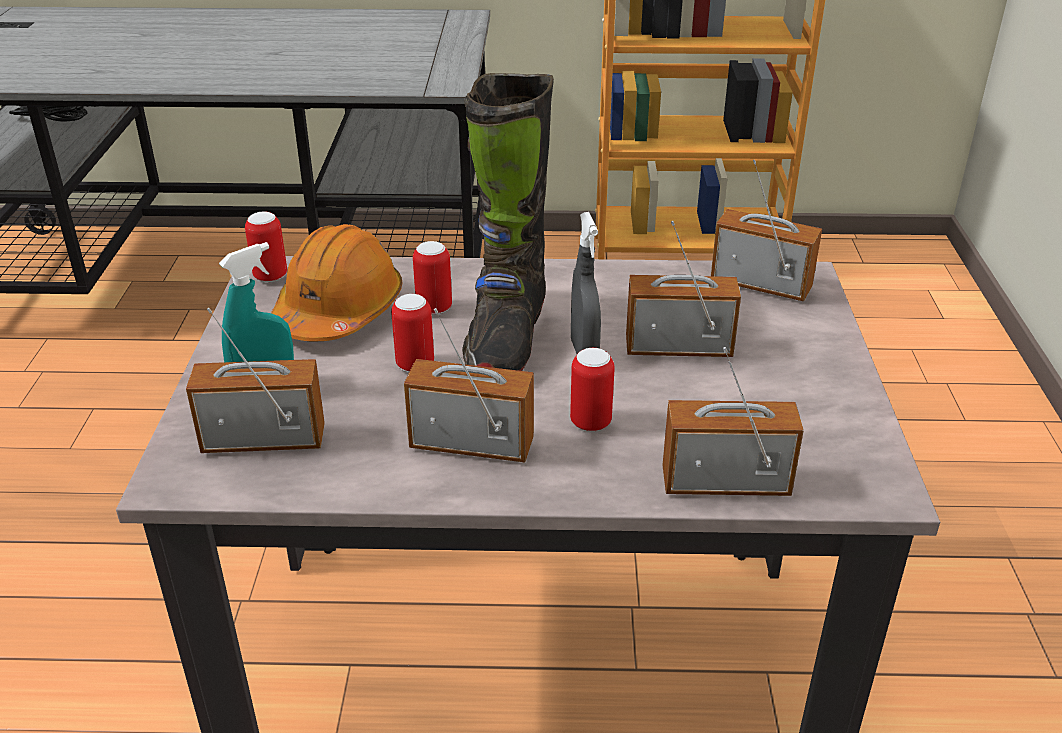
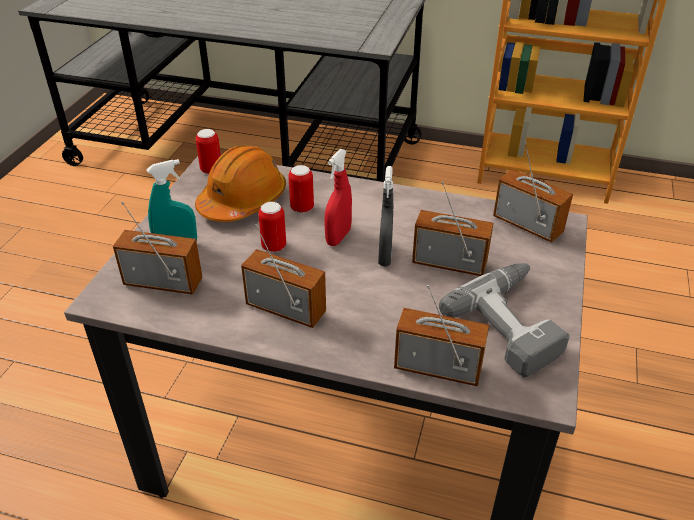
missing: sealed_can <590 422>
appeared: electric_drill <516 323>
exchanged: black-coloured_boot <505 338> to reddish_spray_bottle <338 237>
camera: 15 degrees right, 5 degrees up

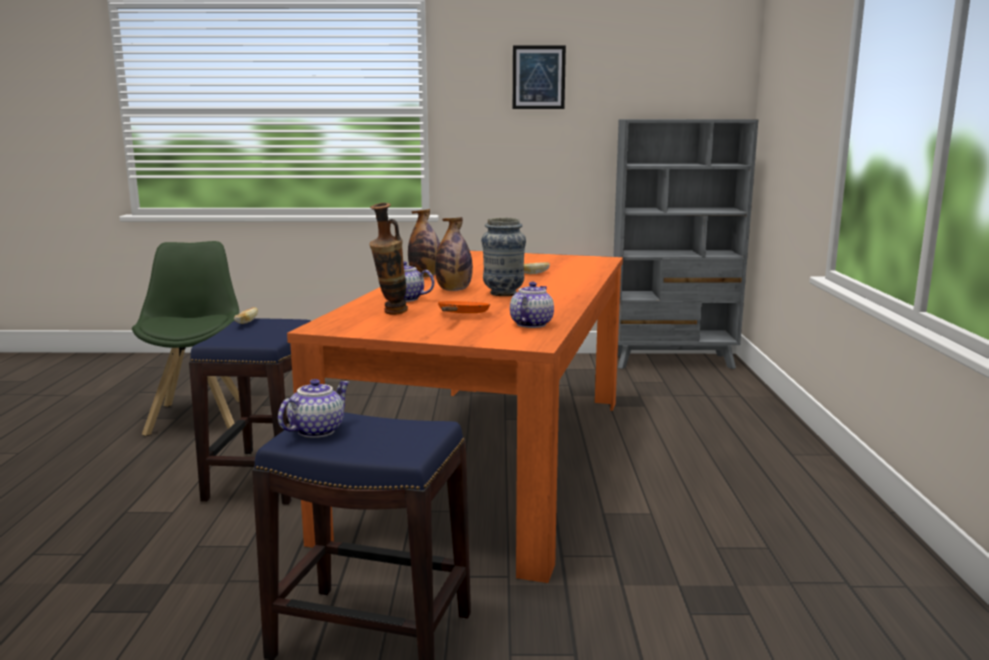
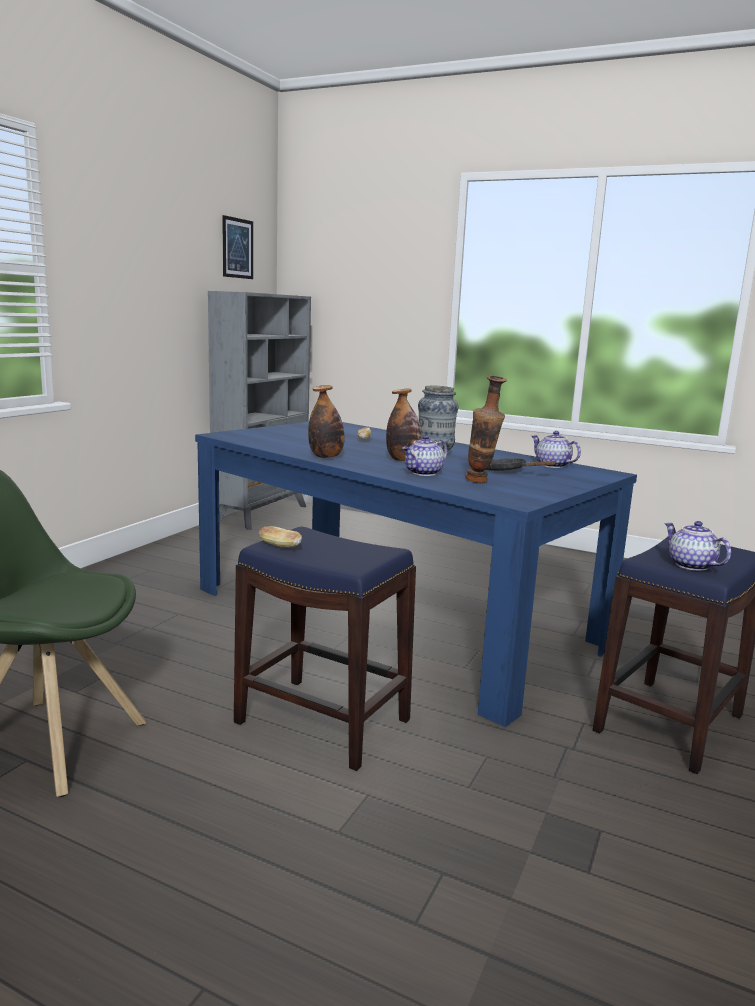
relocated: wall_art <538 77> to <237 248>
colour: orange_dining_table <491 460> to bluish_dining_table <392 617>; orange_pan <462 315> to black-coloured_pan <507 471>
camera: 65 degrees left, 0 degrees up

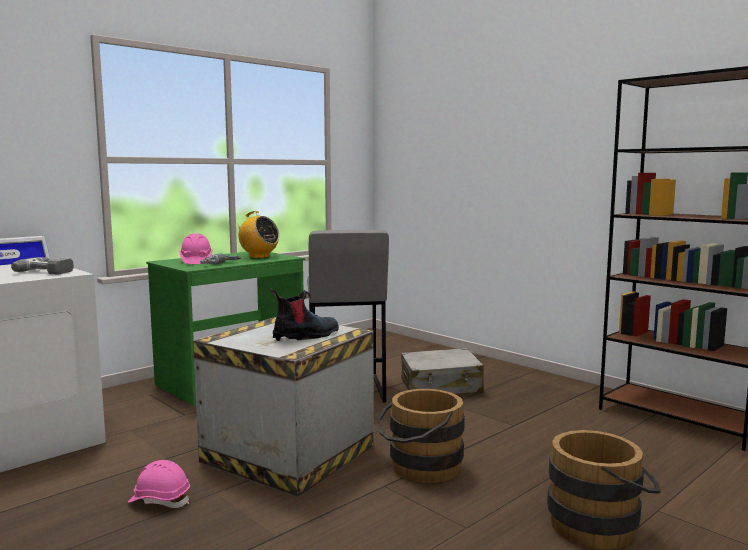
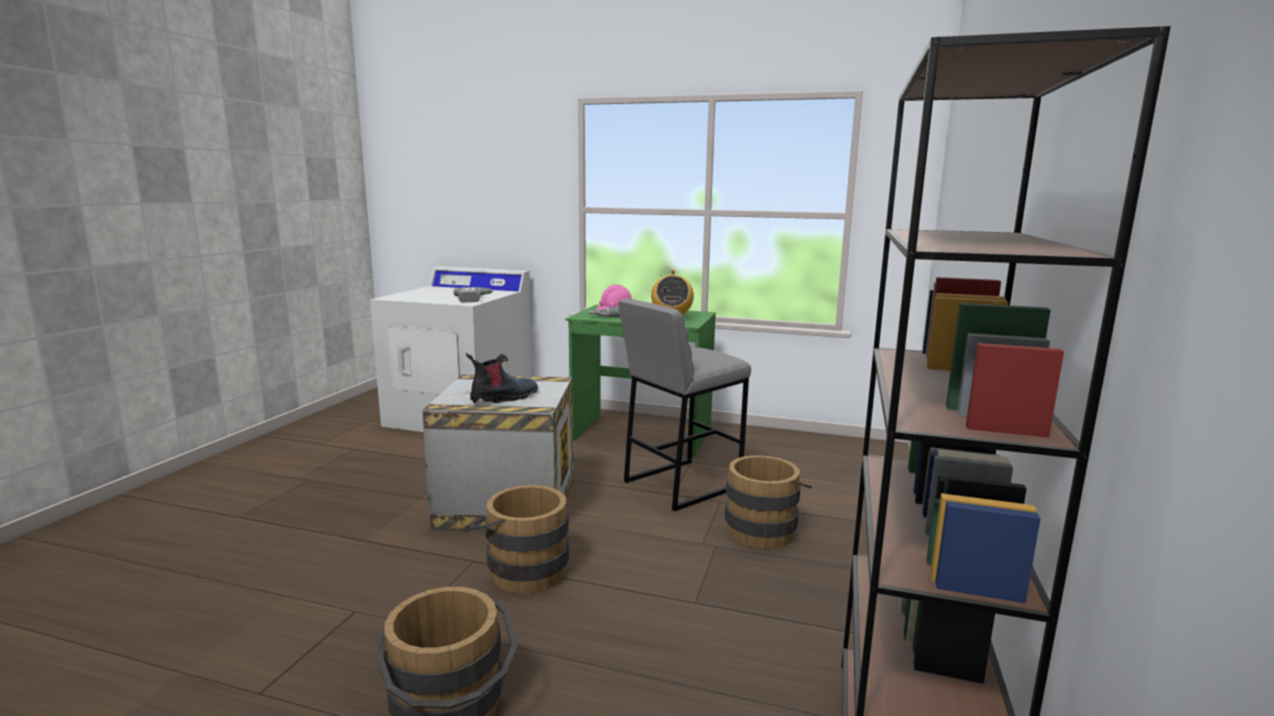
missing: pink-coloured_work_helmet <160 500>
exchanged: grey_suitcase <441 387> to brown-coloured_bucket <763 529>
spun: boot <306 336> = <504 398> 60 degrees counterclockwise
camera: 60 degrees right, 5 degrees up

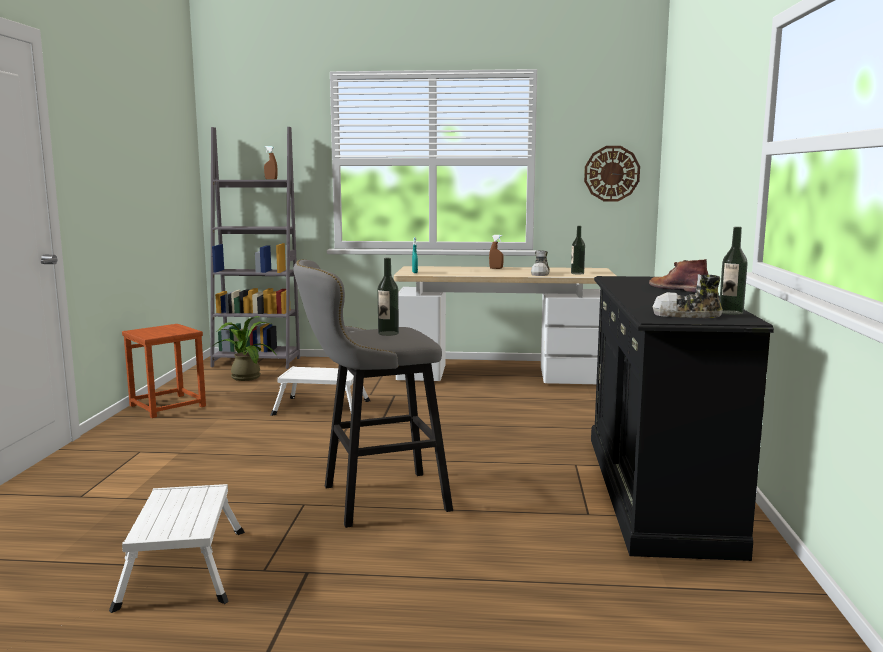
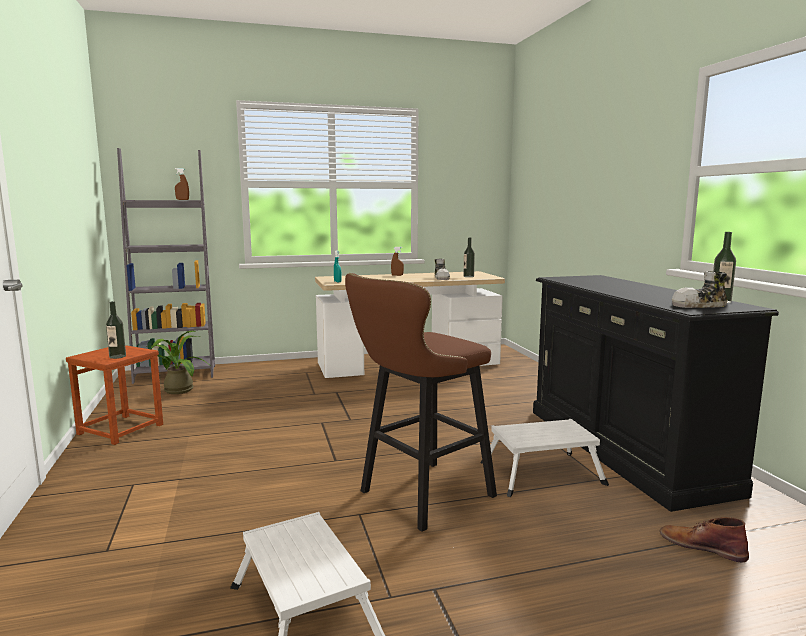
missing: hanging_clock <611 173>
relocated: white_stepladder <322 408> to <542 473>; bottle <388 333> to <117 356>; brown-coloured_boot <678 289> to <701 546>
colour: grey_stool <370 500> to brown-coloured_stool <415 498>
camera: 20 degrees left, 0 degrees up

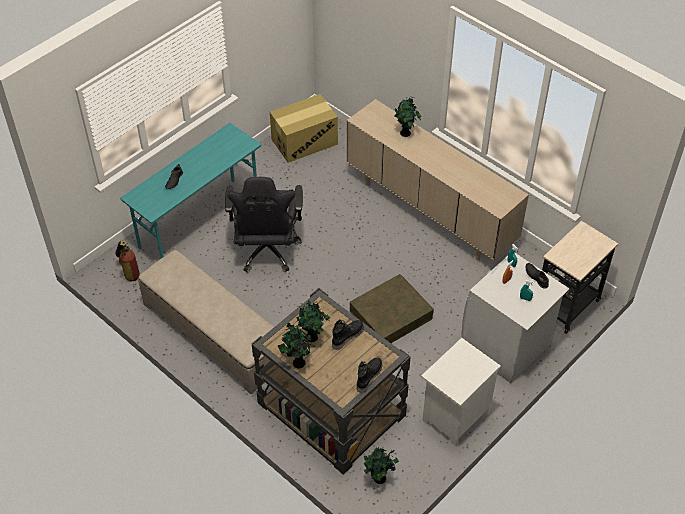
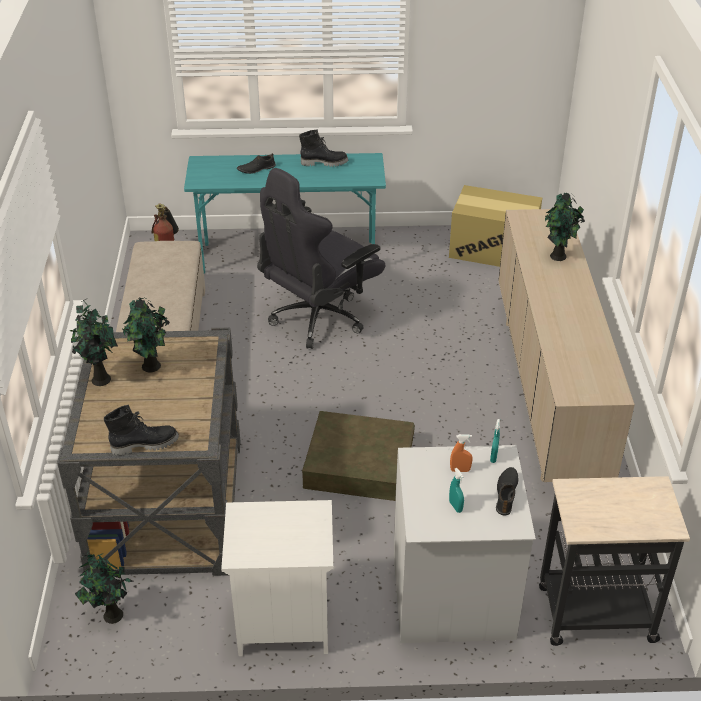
relocated: black-coloured_boot <347 336> to <324 162>
camera: 45 degrees right, 10 degrees down

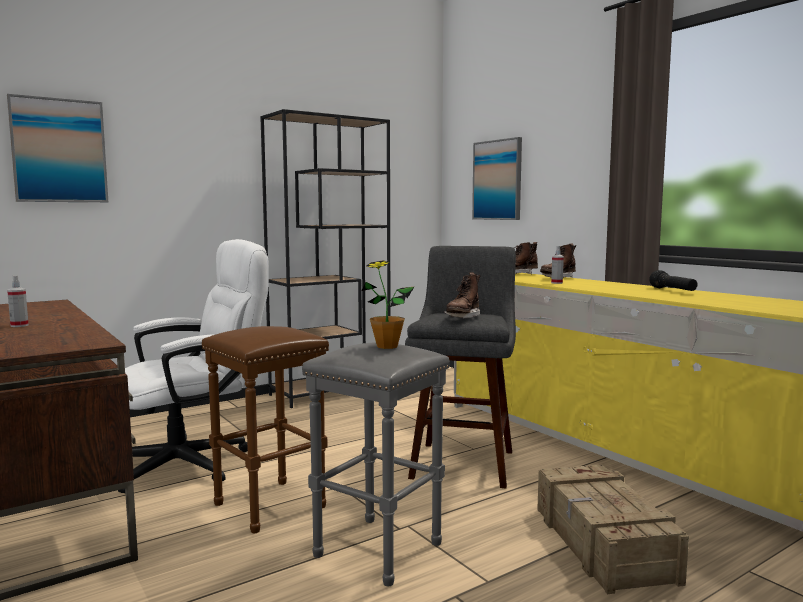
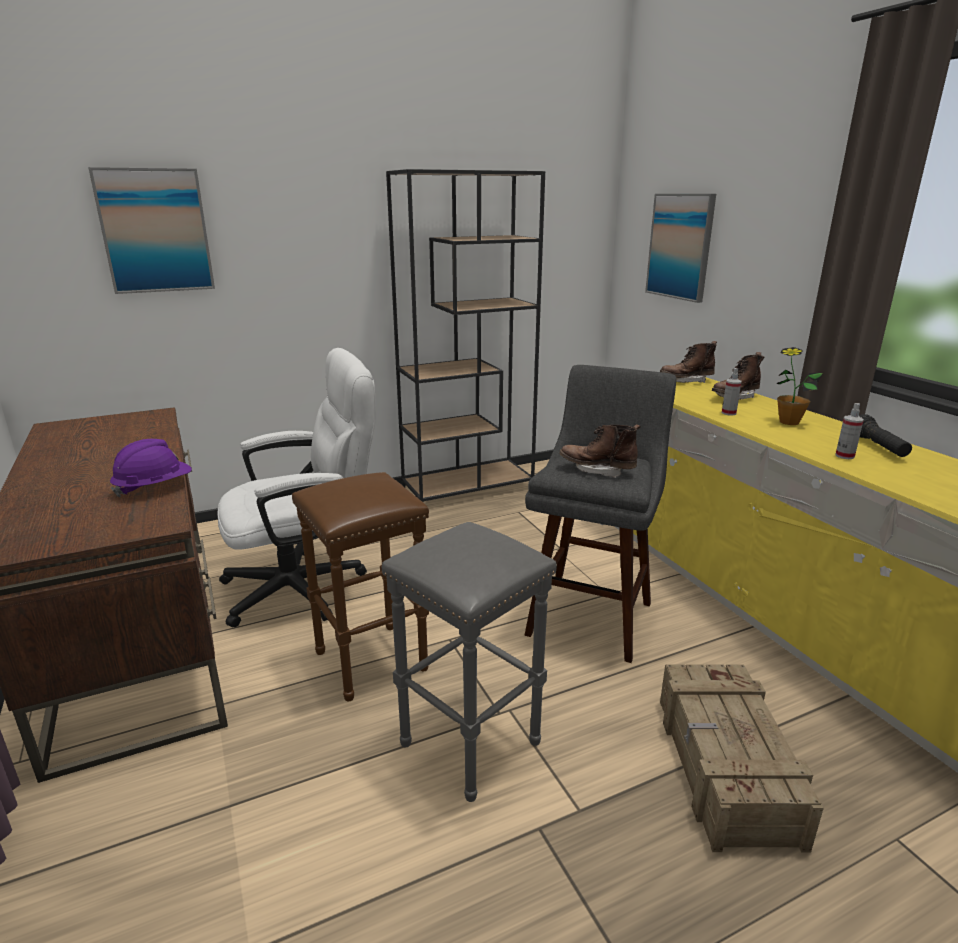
appeared: purple-coloured_work_helmet <154 487>
relocated: spray_bottle <19 325> to <844 456>; potted_plant <387 346> to <789 422>
spun: brown-coloured_boot <463 317> = <597 470> 75 degrees clockwise
camera: 10 degrees right, 15 degrees up

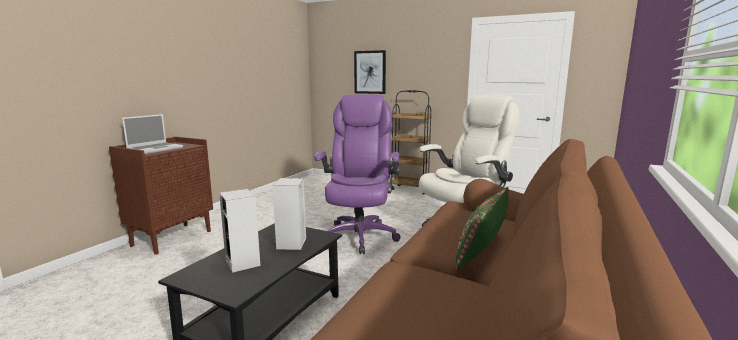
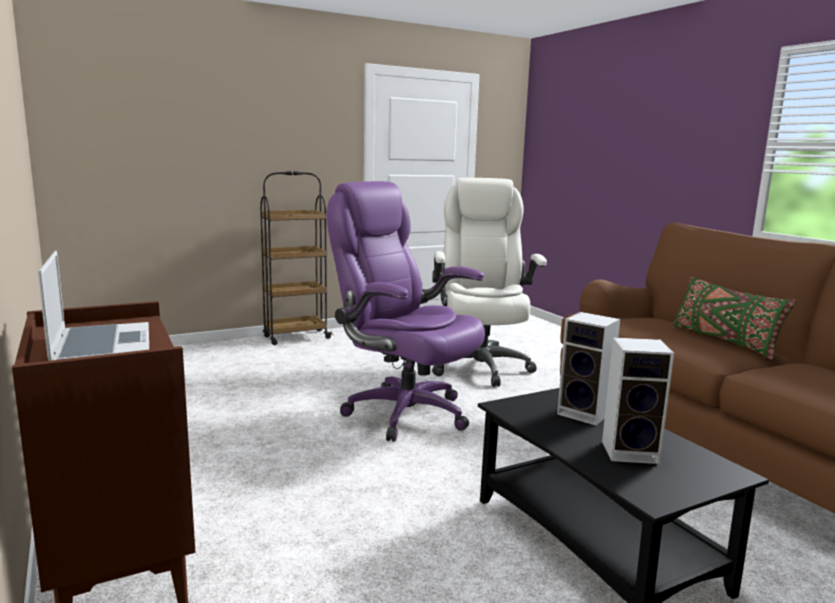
missing: wall_art <370 72>
camera: 55 degrees left, 0 degrees up

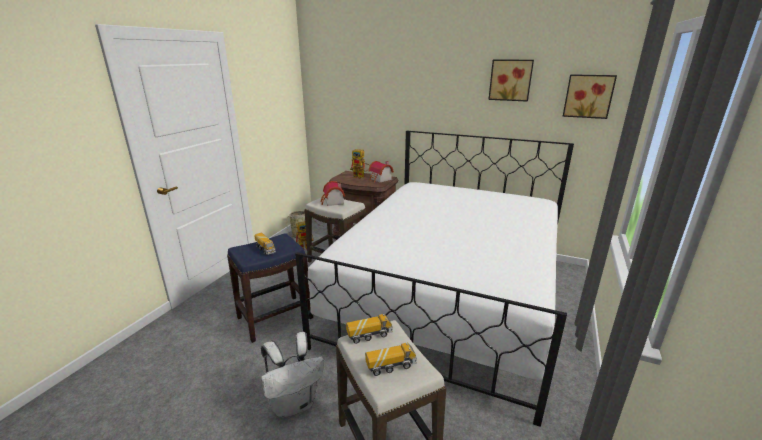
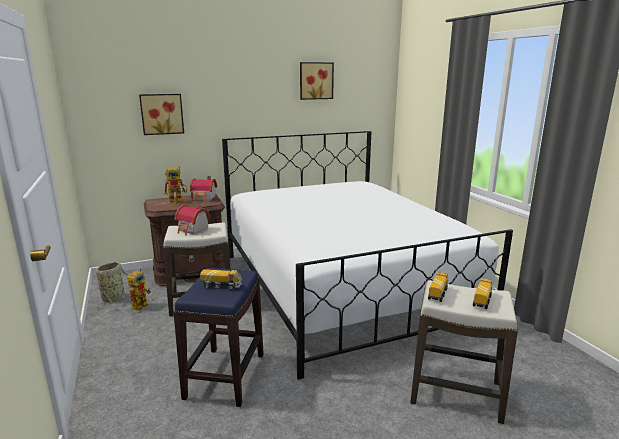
missing: white_backpack <294 403>
relocated: wall_art <588 96> to <162 114>
camera: 45 degrees left, 5 degrees down

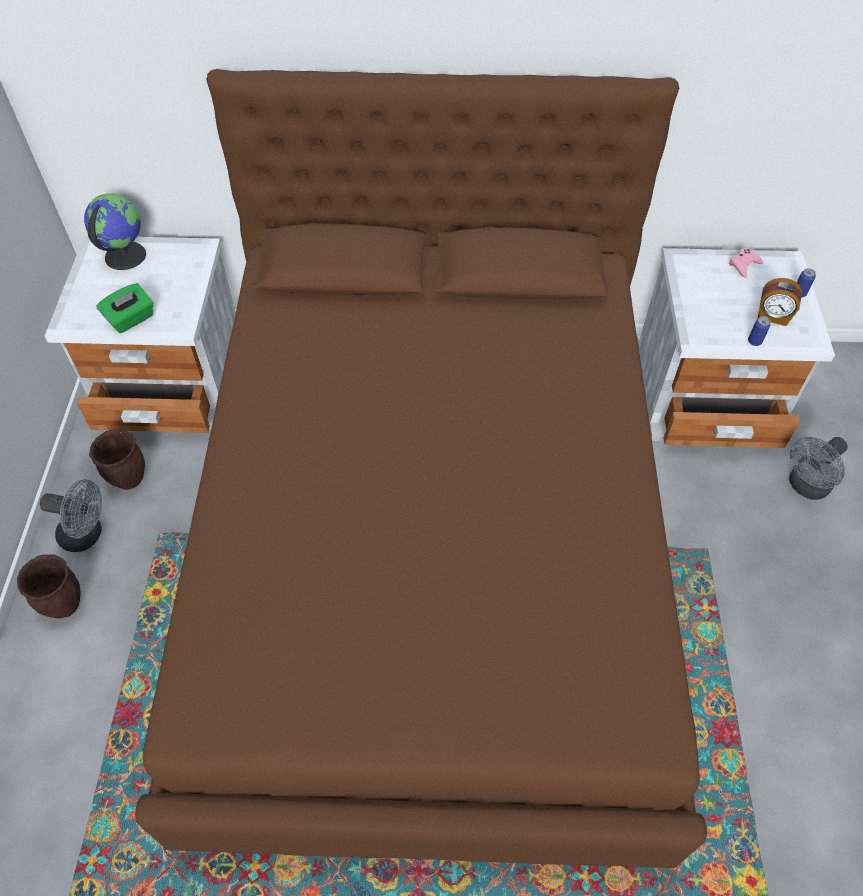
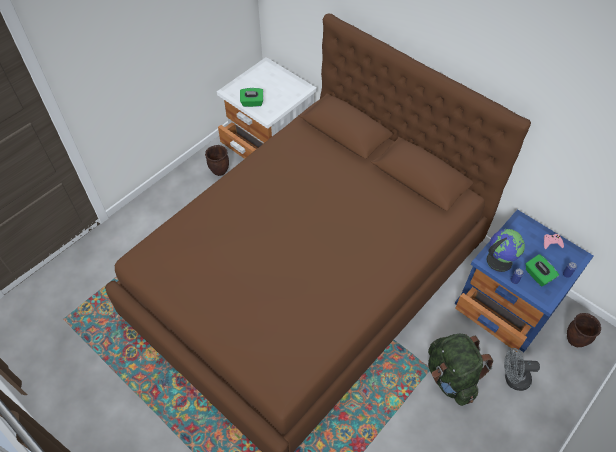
missing: grey_cooling_fan <87 535>
appeared: green-coloured_backpack <451 377>
relocated: brown-coloured_flower_pot <65 604> to <575 340>; globe <124 255> to <499 260>
exchanged: bedside_clock <772 316> to green-coloured_tissue_holder <538 275>
colour: white_nightstand <710 397> to bluish_nightstand <507 305>
camera: 40 degrees right, 0 degrees up

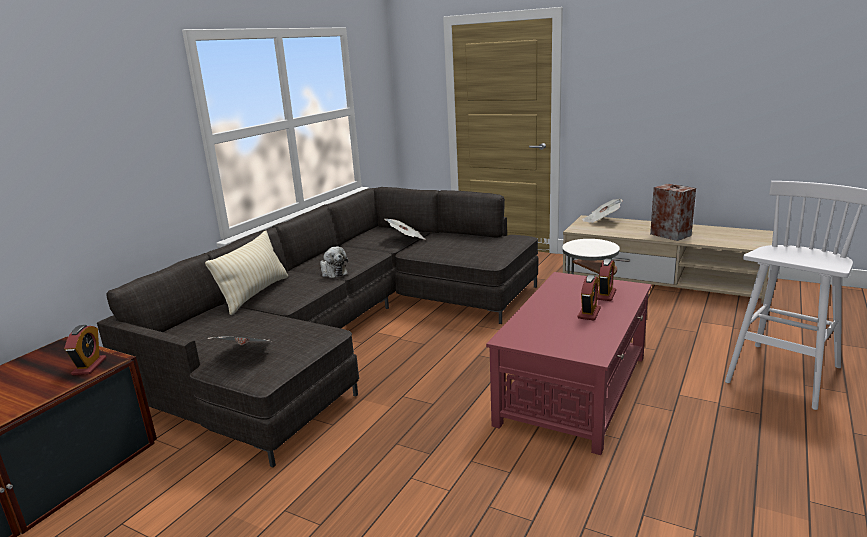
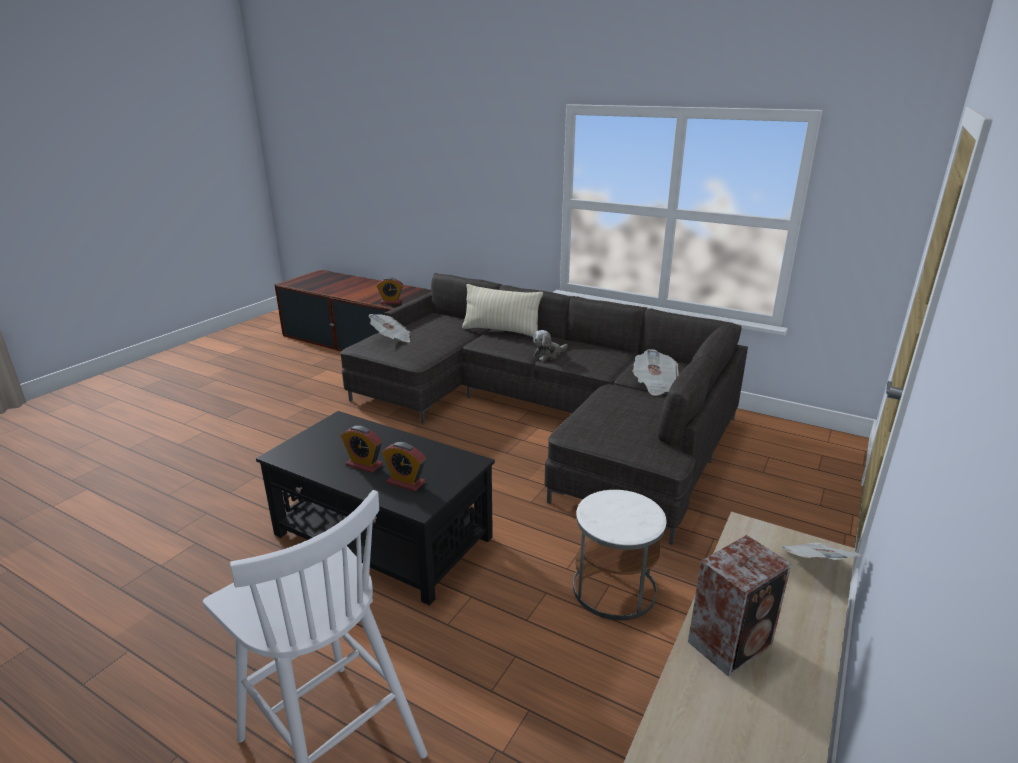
colour: reddish_low_table <574 389> to black-coloured_low_table <383 536>
camera: 90 degrees right, 5 degrees up

